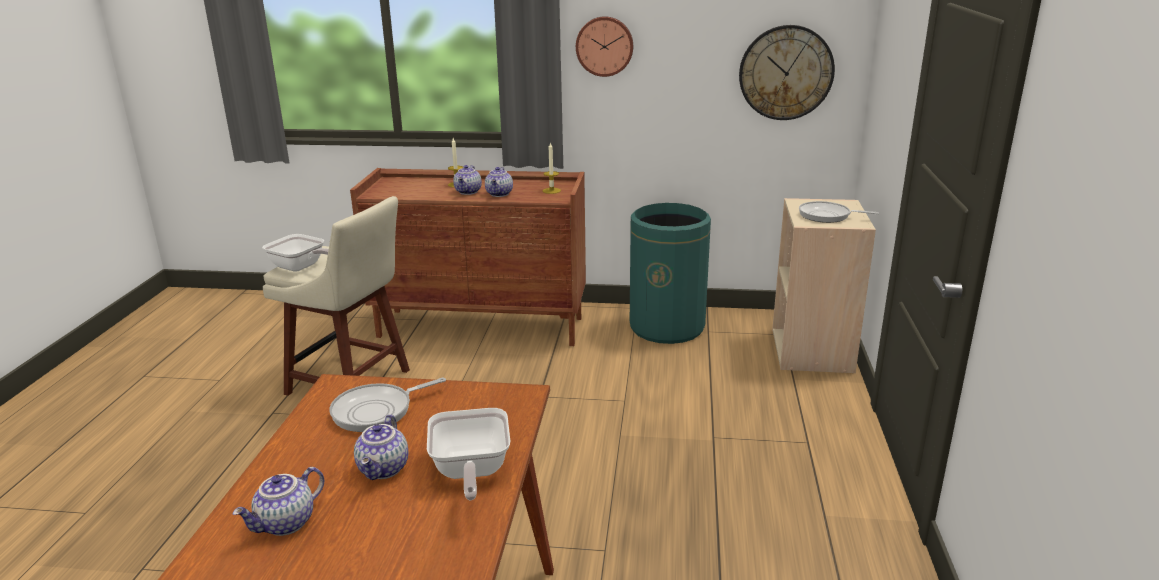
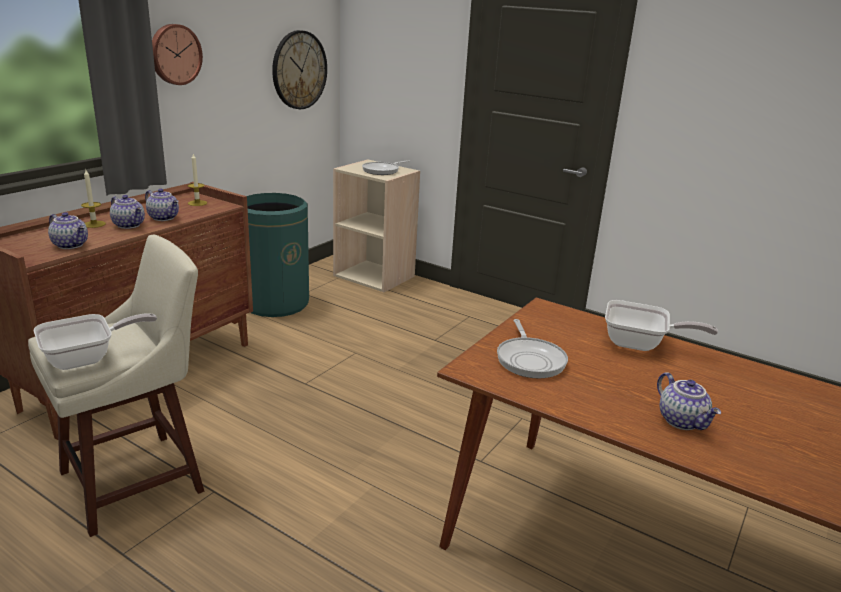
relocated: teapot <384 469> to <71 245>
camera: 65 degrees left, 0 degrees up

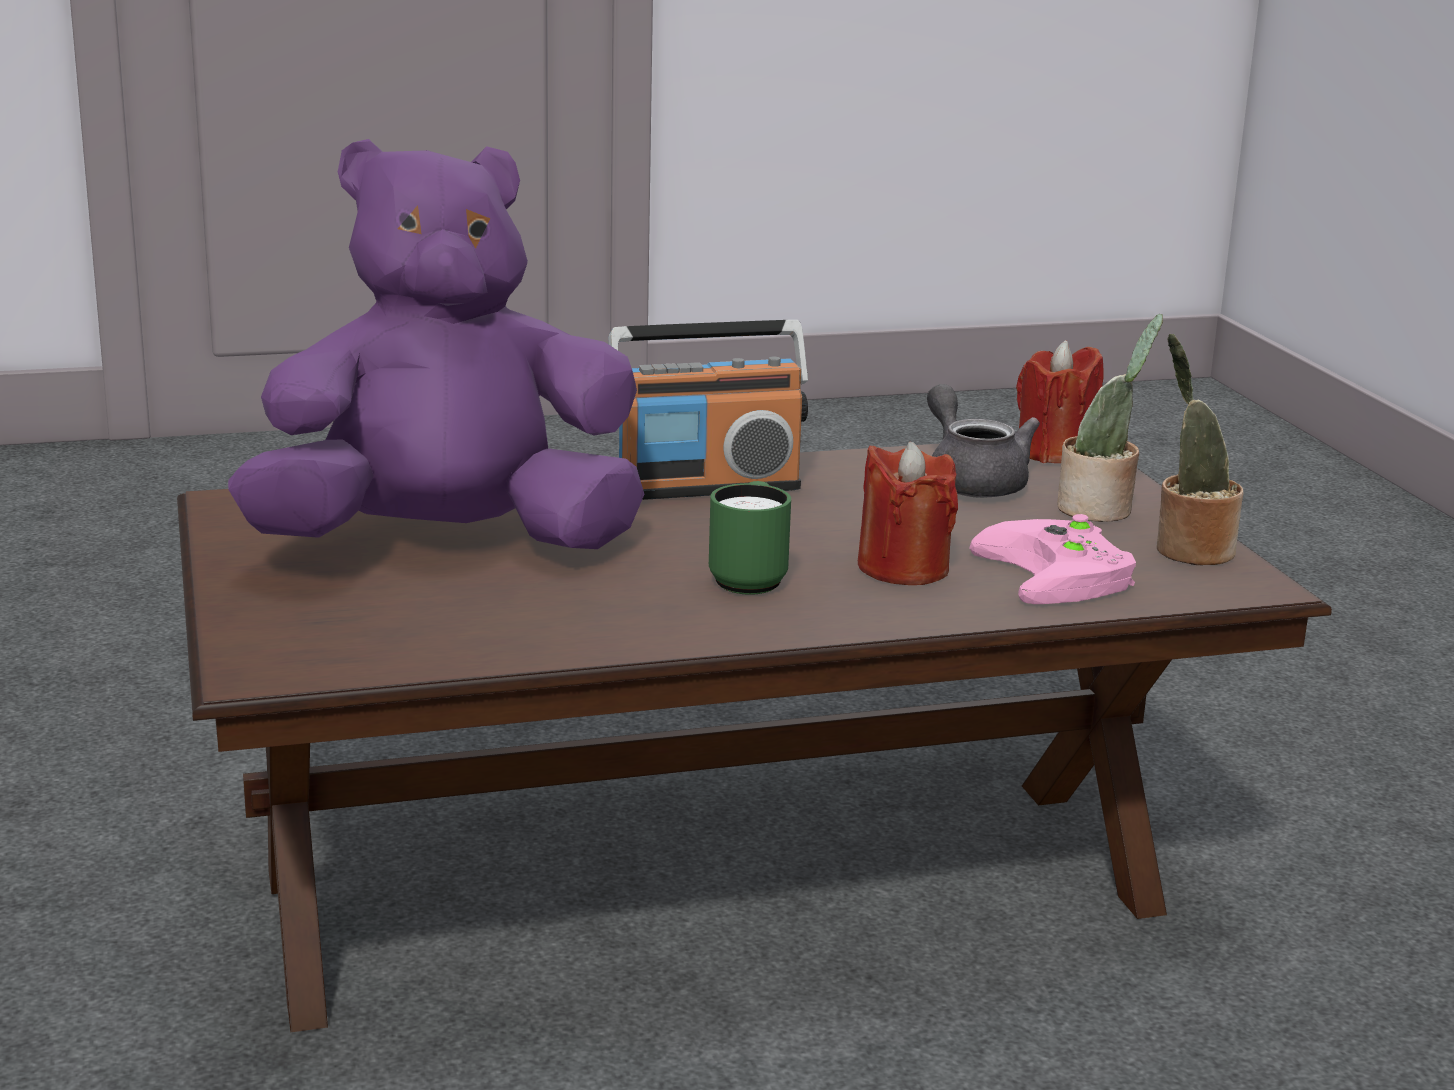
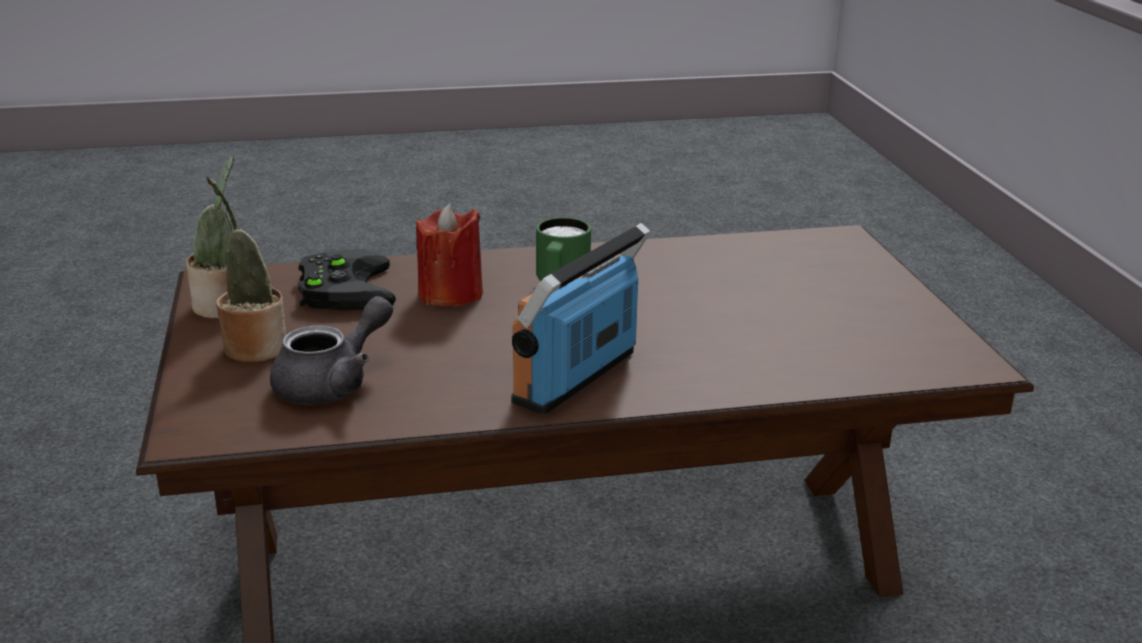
missing: purple-coloured_plush_toy <447 545>; reddish_wax_candle <1055 453>
colour: pink-coloured_joypad <1062 574> to black-coloured_joypad <341 288>
spun: radio <707 487> = <577 378> 45 degrees counterclockwise; grey_teapot <971 480> = <333 383> 120 degrees counterclockwise
camera: 175 degrees left, 5 degrees up

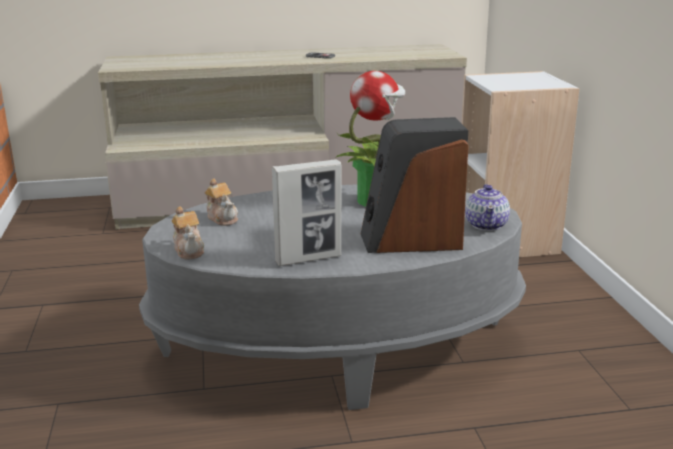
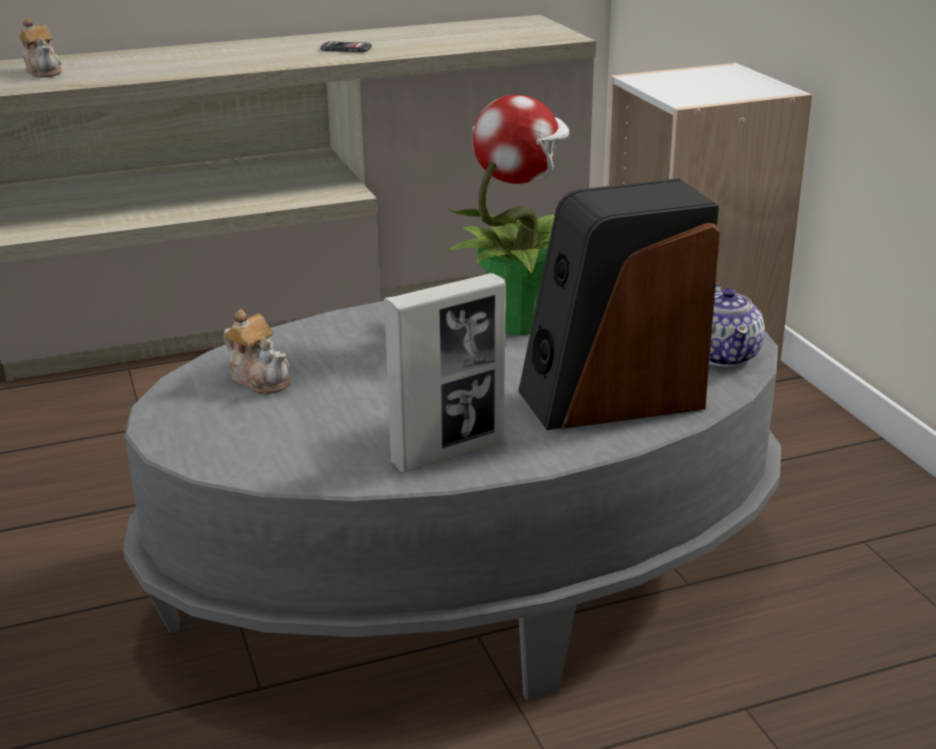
relocated: teapot <189 250> to <44 71>
camera: 10 degrees left, 5 degrees up

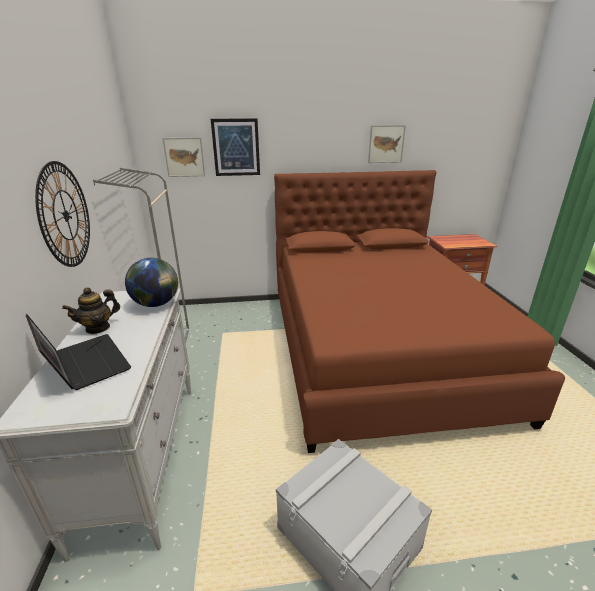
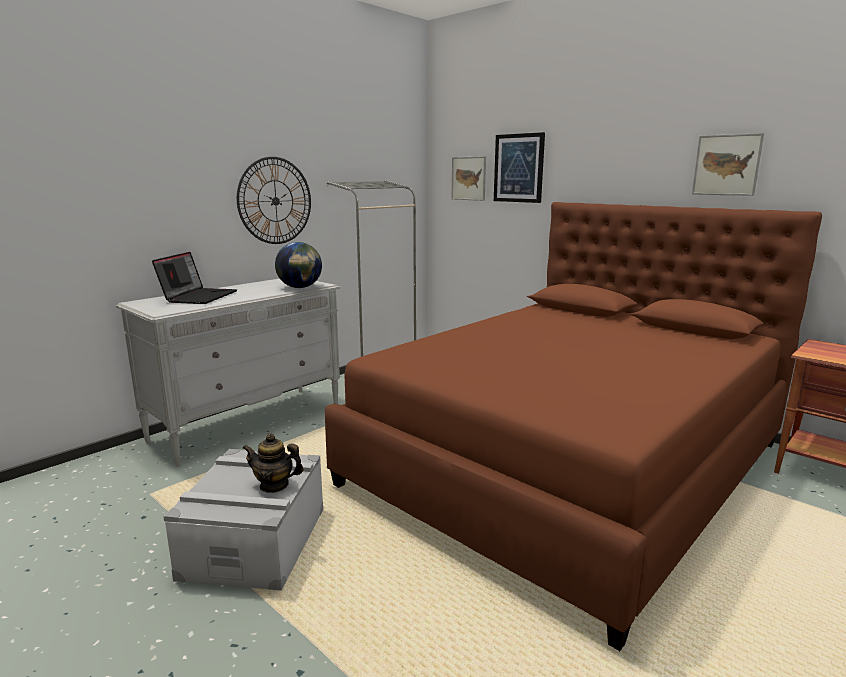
relocated: teapot <98 328> to <274 485>
camera: 50 degrees right, 10 degrees down

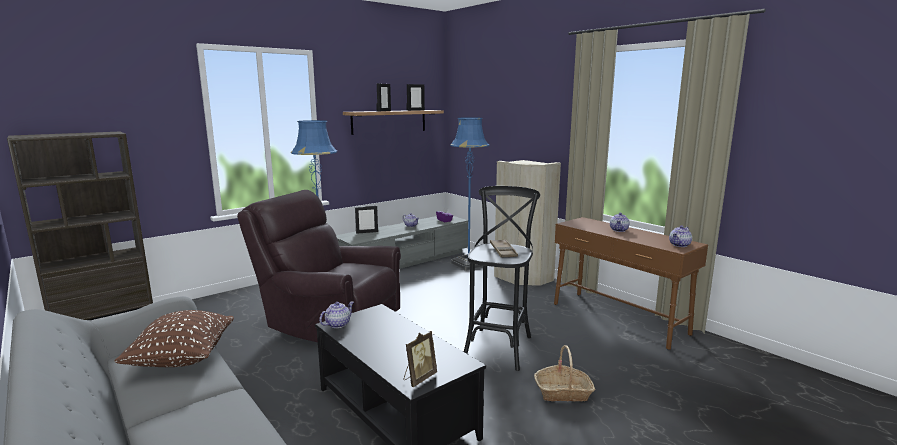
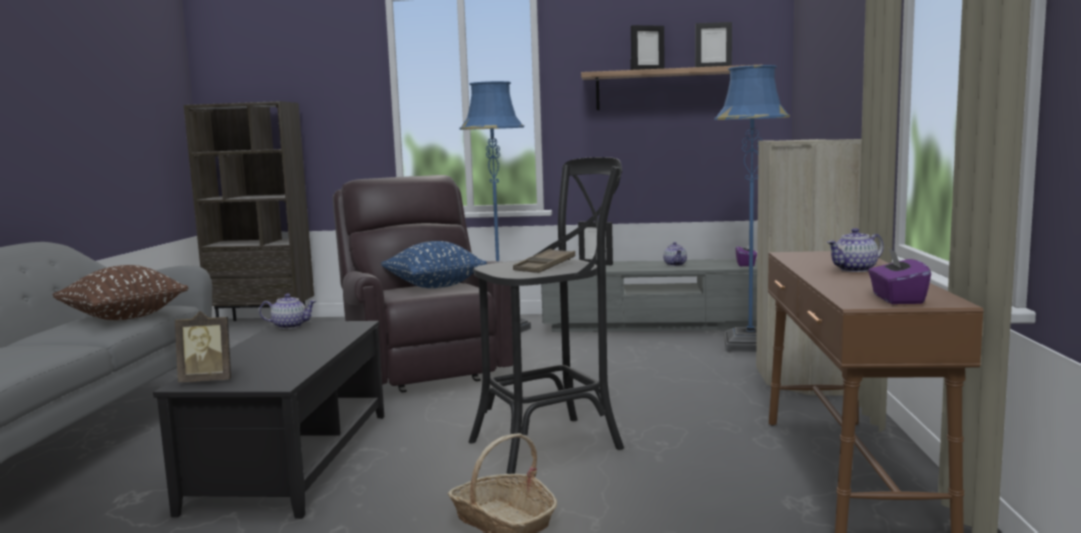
appeared: bluish_throw_pillow <434 286>
exchanged: teapot <679 245> to purple-coloured_tissue_holder <896 299>
camera: 45 degrees right, 5 degrees down

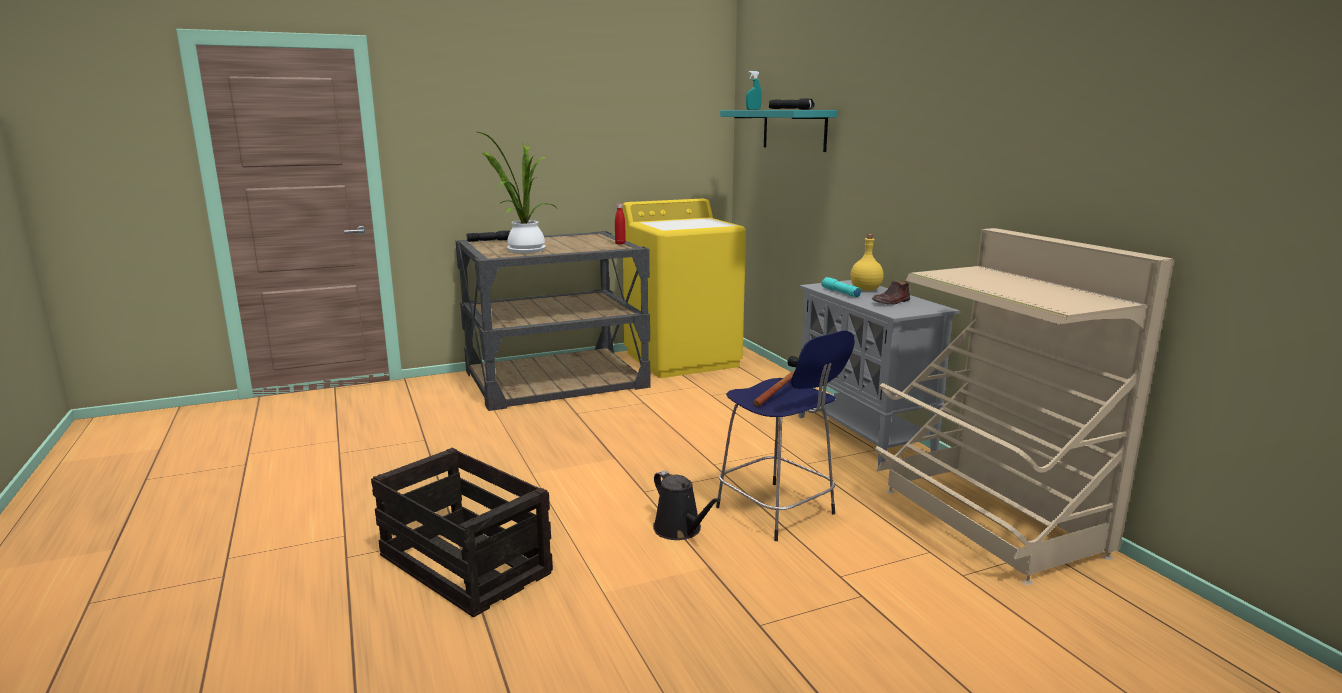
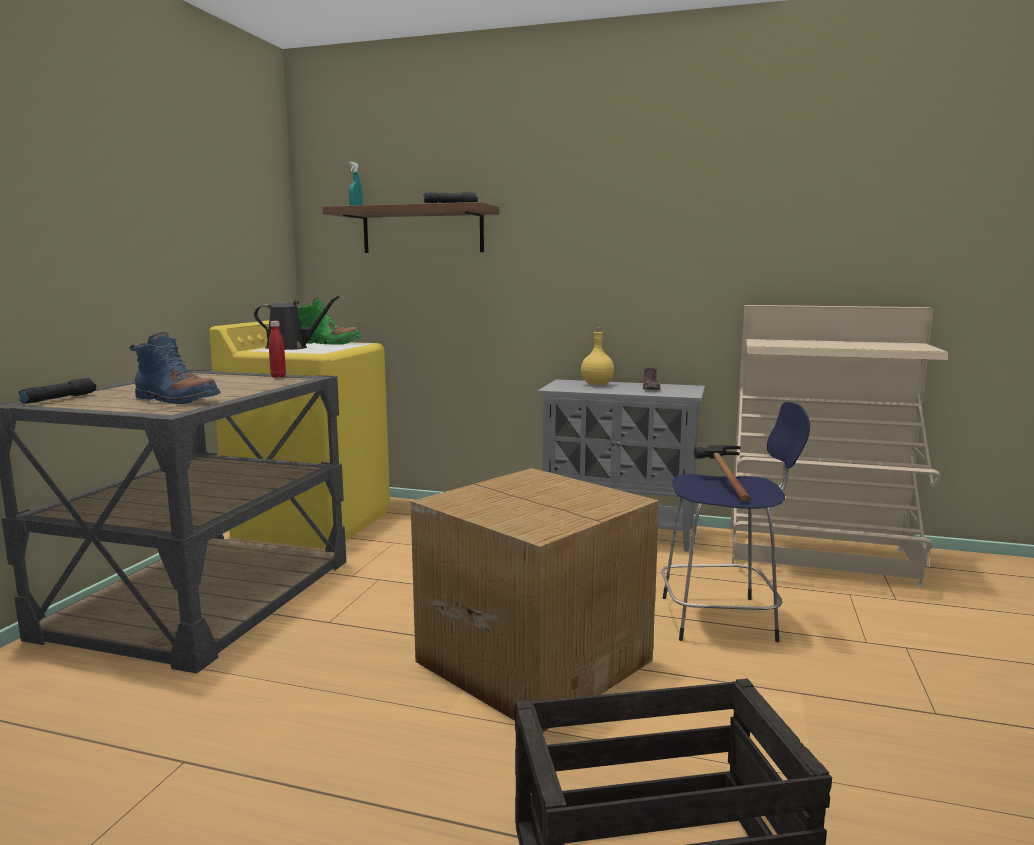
missing: turquoise-coloured_hand_torch <840 293>
appeared: green-coloured_boot <327 343>; packing_box <534 659>
relocated: black-coloured_watering_pot <680 530> to <291 348>
exchanged: potted_plant <523 250> to bluish_boot <176 400>
colour: turquoise-coloured_bracket_shelf <794 130> to brown-coloured_bracket_shelf <422 230>
camera: 50 degrees left, 5 degrees down

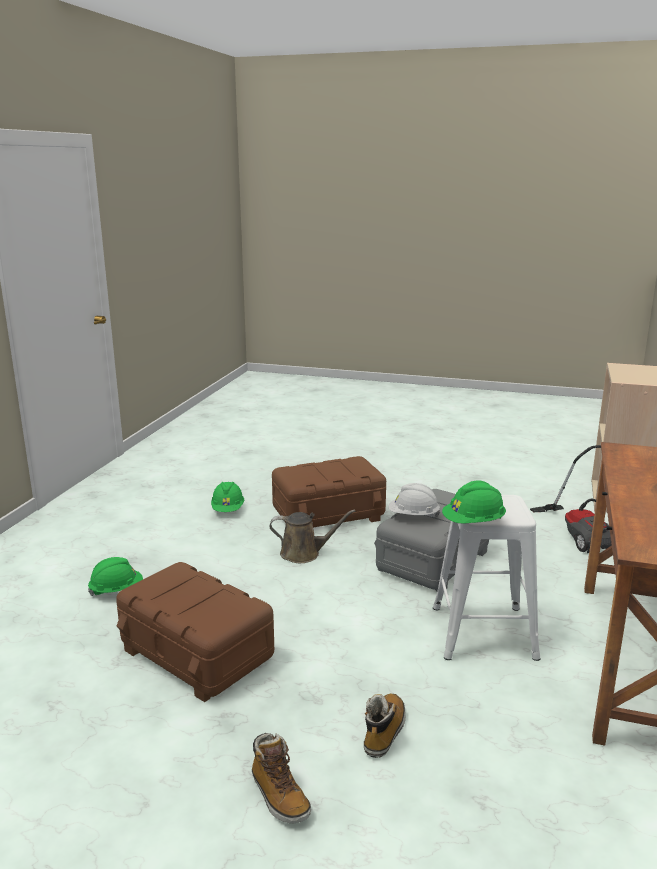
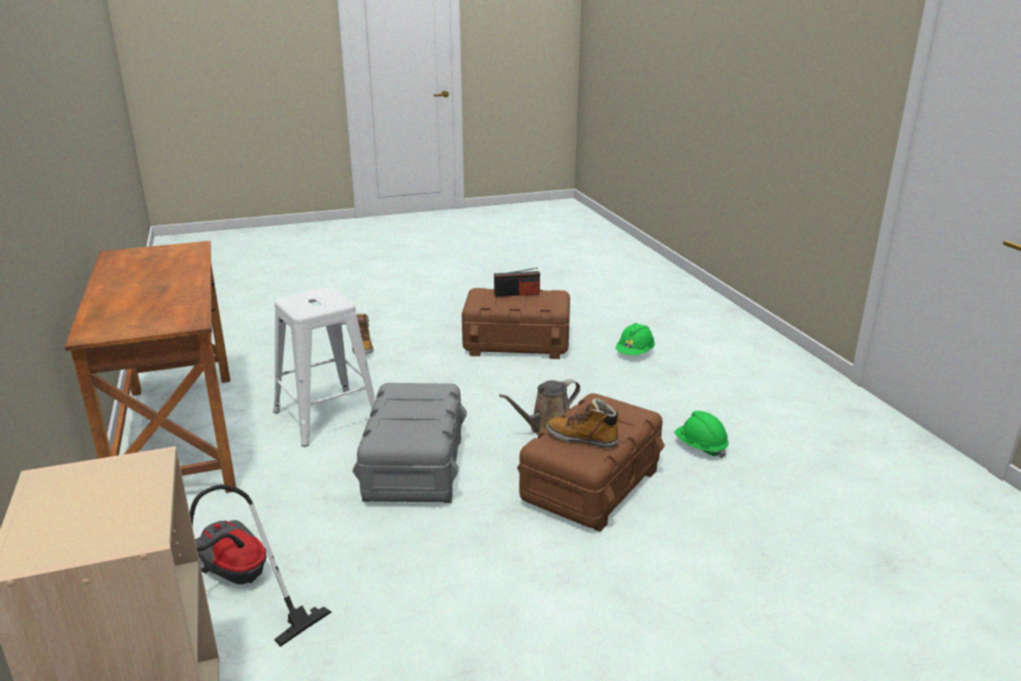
missing: white_work_helmet <413 516>; green-coloured_work_helmet <473 523>
appeared: radio <517 294>
relocated: boot <279 796> to <582 439>
camera: 145 degrees right, 5 degrees up

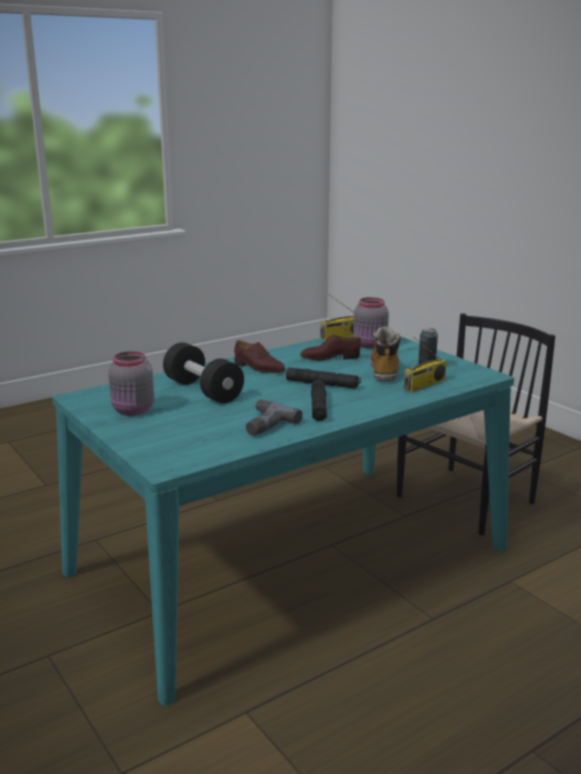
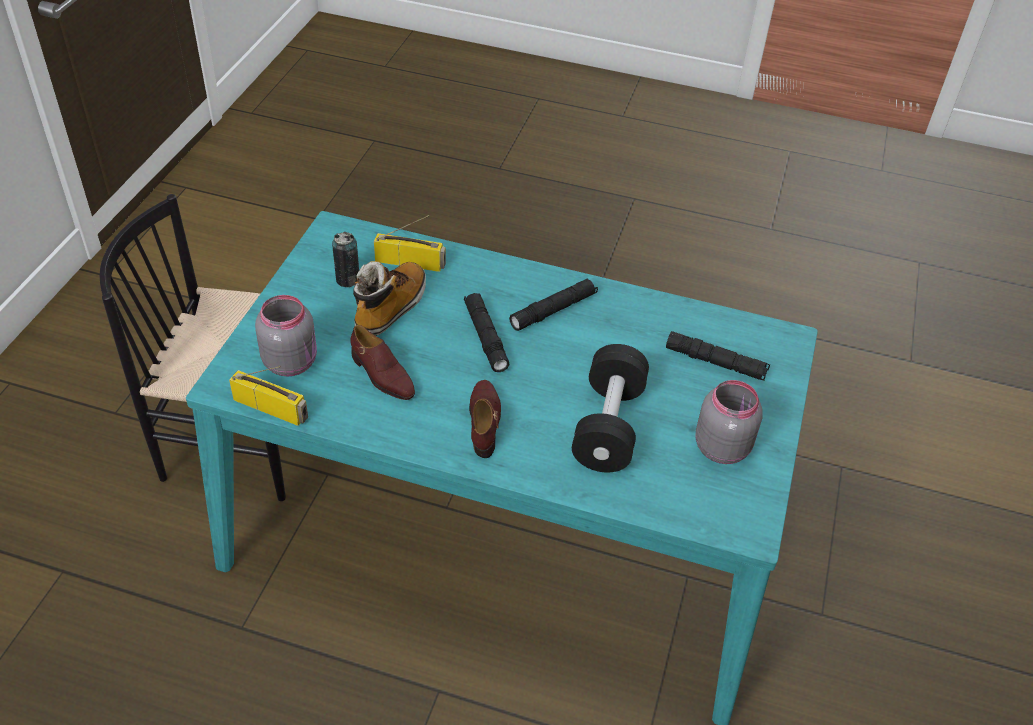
missing: electric_drill <262 424>
appeared: black-coloured_hand_torch <715 362>
spun: boot <384 371> = <391 308> 150 degrees clockwise
camera: 130 degrees left, 25 degrees up

